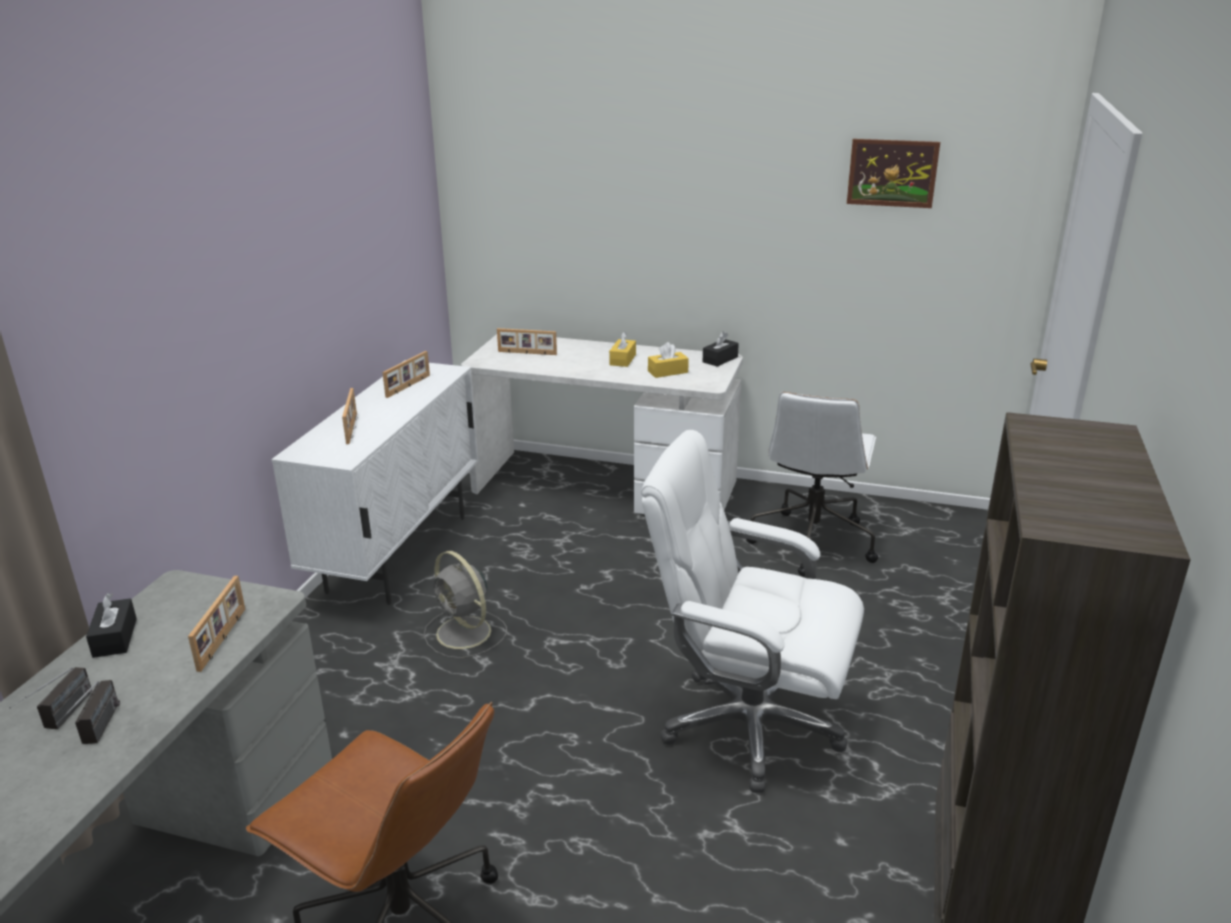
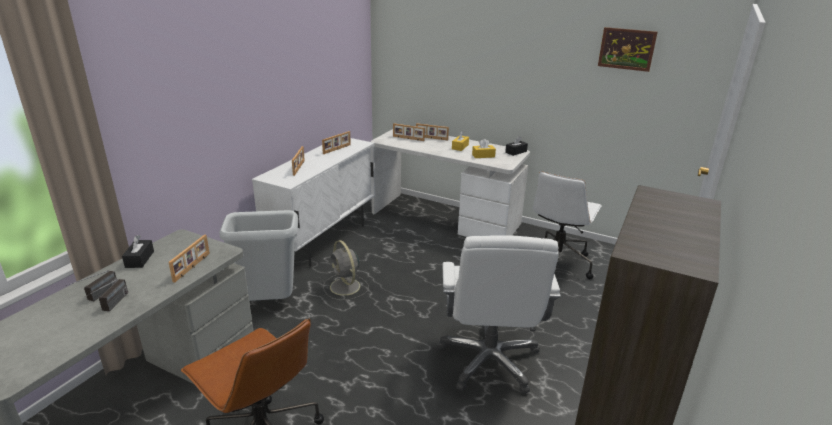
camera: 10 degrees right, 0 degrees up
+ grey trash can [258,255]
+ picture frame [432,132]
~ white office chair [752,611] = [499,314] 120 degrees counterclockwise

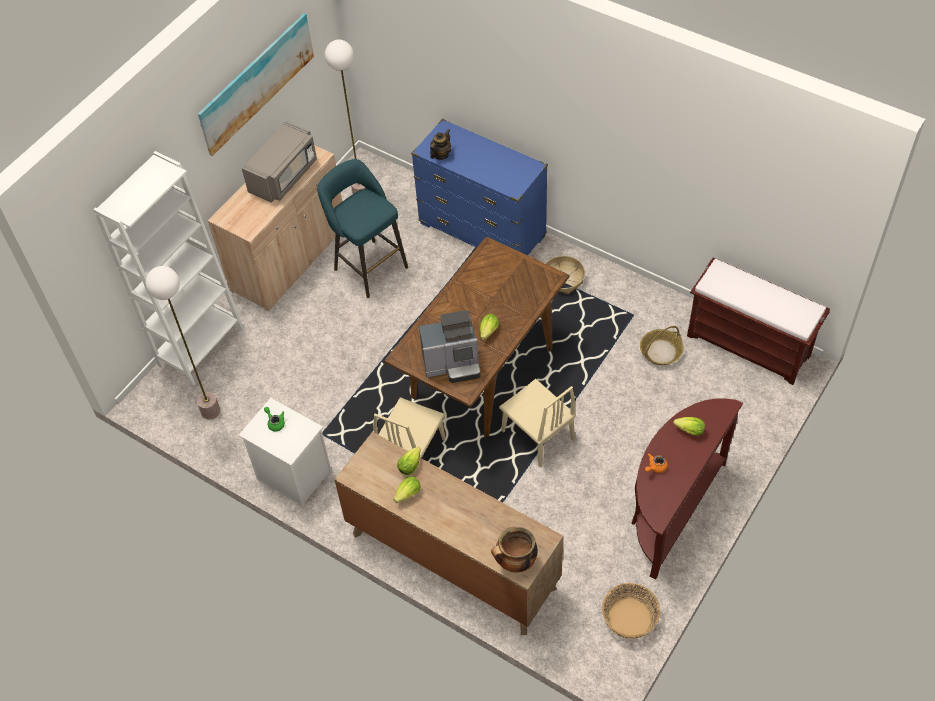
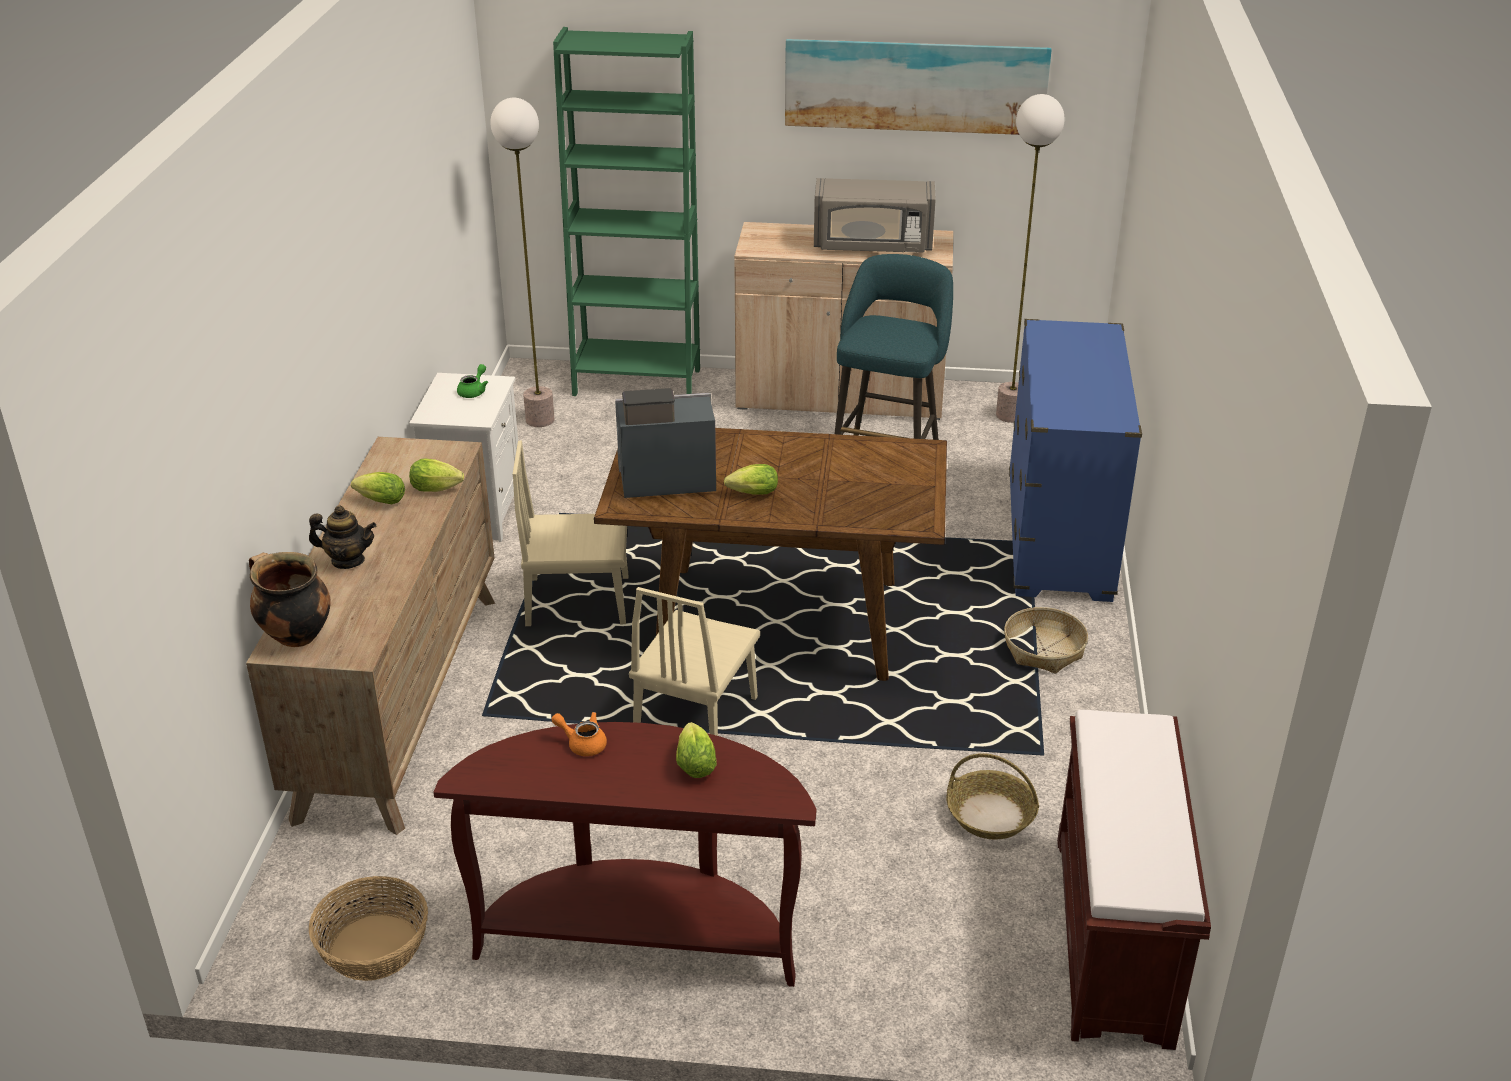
camera: 60 degrees right, 20 degrees down
~ teapot [440,144] to [343,537]
~ white bookcase [168,268] to green bookcase [626,211]
~ coffee machine [450,346] = [665,443] 120 degrees clockwise

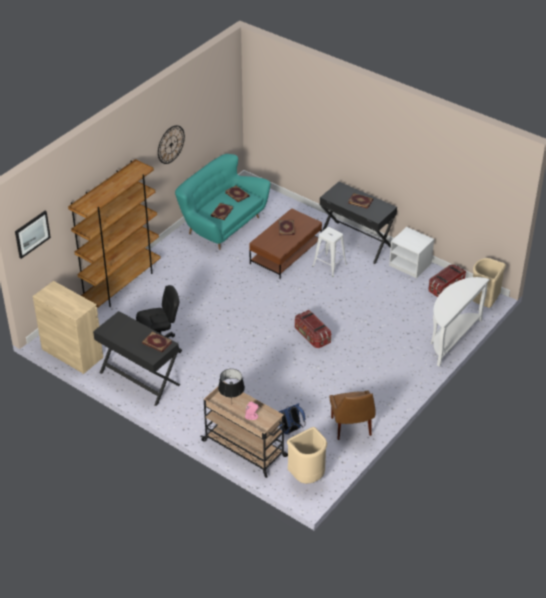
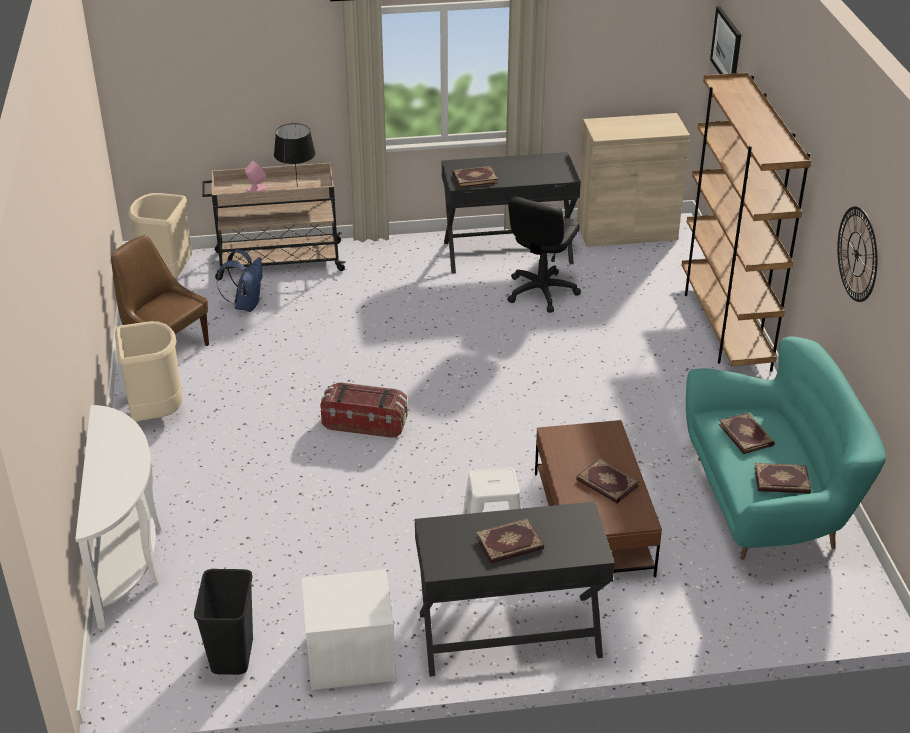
camera: 135 degrees right, 5 degrees down
~ beige trash can [489,283] to [149,371]
~ storage box [447,281] to black trash can [223,622]

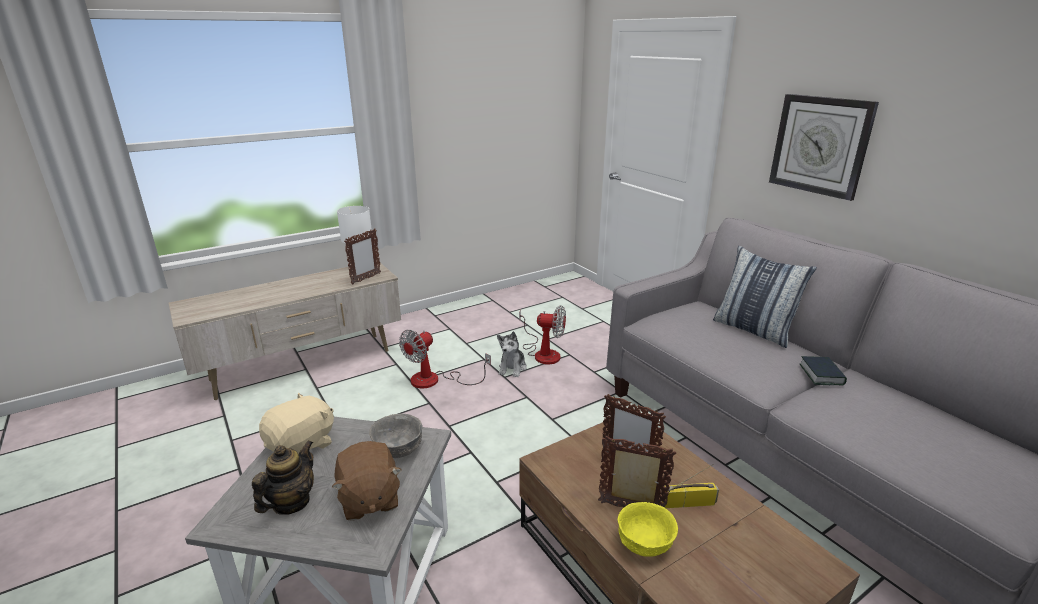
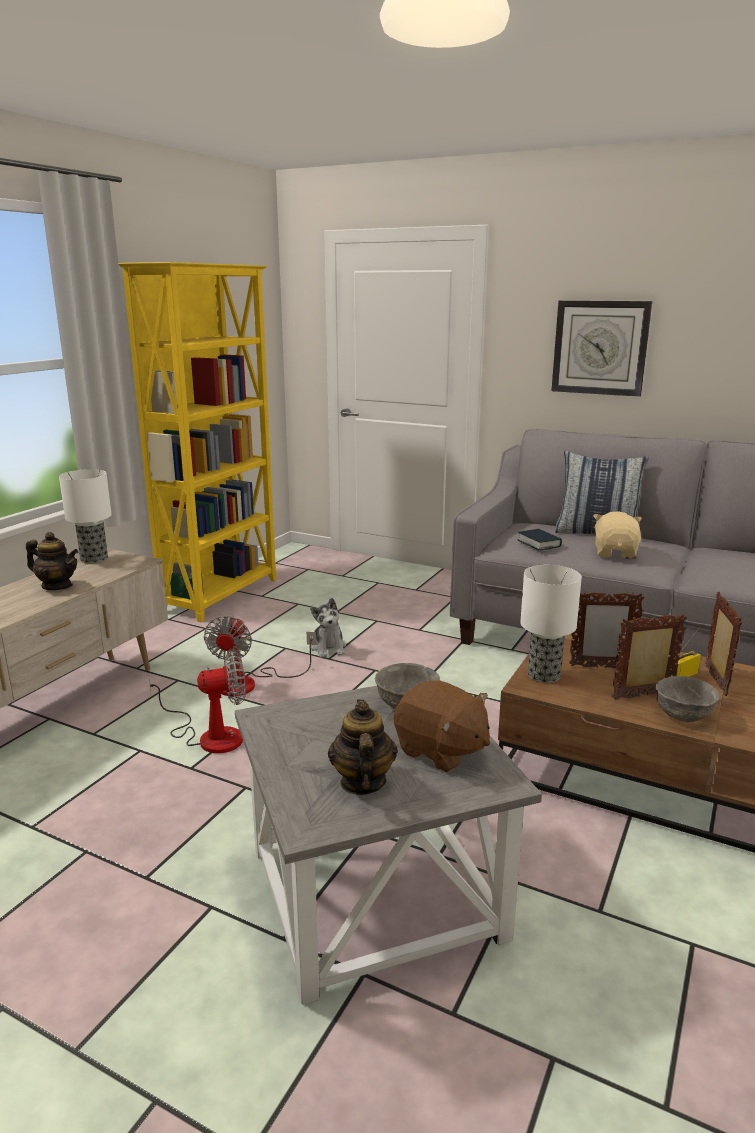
camera: 30 degrees left, 5 degrees down
+ teapot [52,561]
+ yellow bookcase [197,442]
+ table lamp [551,624]
~ beige plush toy [296,423] to [618,535]
~ picture frame [362,256] to [723,644]
~ fan [542,334] to [197,702]
~ book [823,371] to [540,540]
~ yellow bowl [648,529] to grey bowl [688,699]

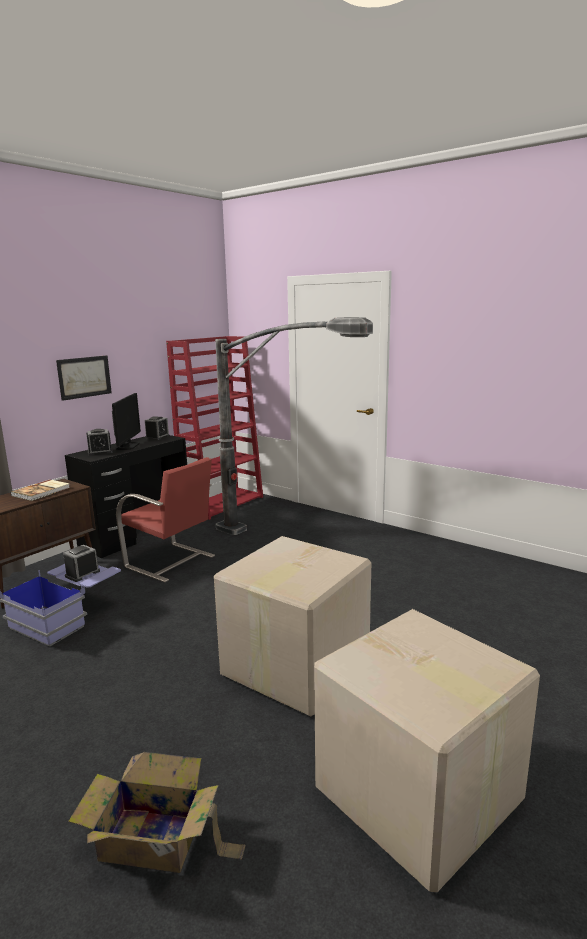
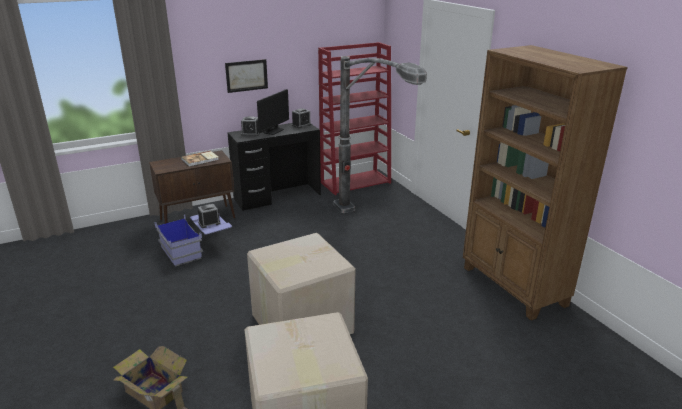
camera: 25 degrees right, 10 degrees up
- red chair [165,519]
+ brown bookcase [545,183]

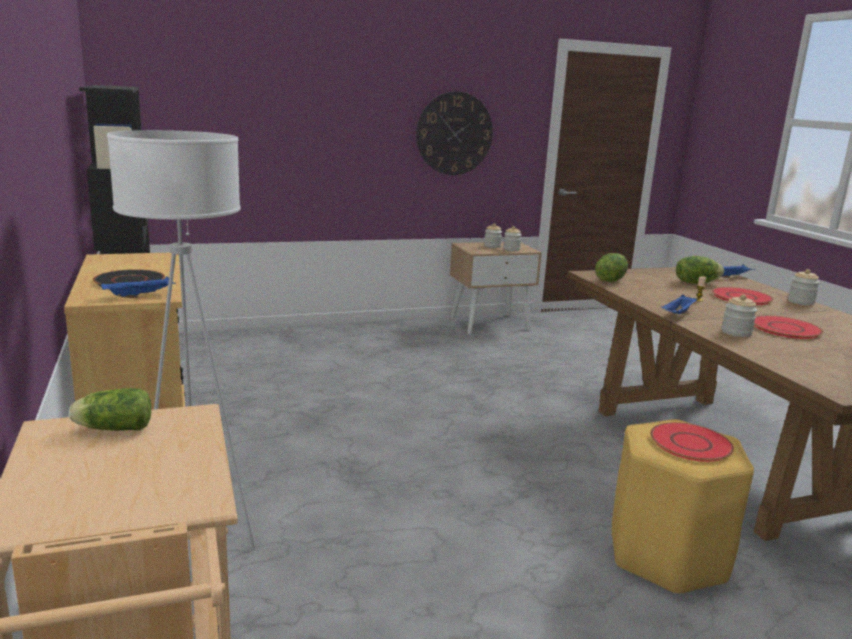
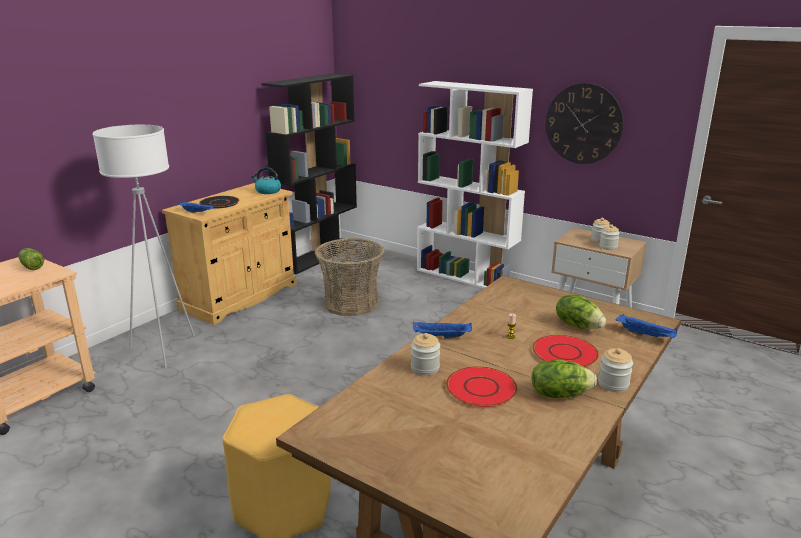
camera: 55 degrees right, 5 degrees up
- red plate [692,442]
+ kettle [266,180]
+ basket [350,277]
+ white bookcase [475,184]
~ lettuce [611,267] to [564,379]

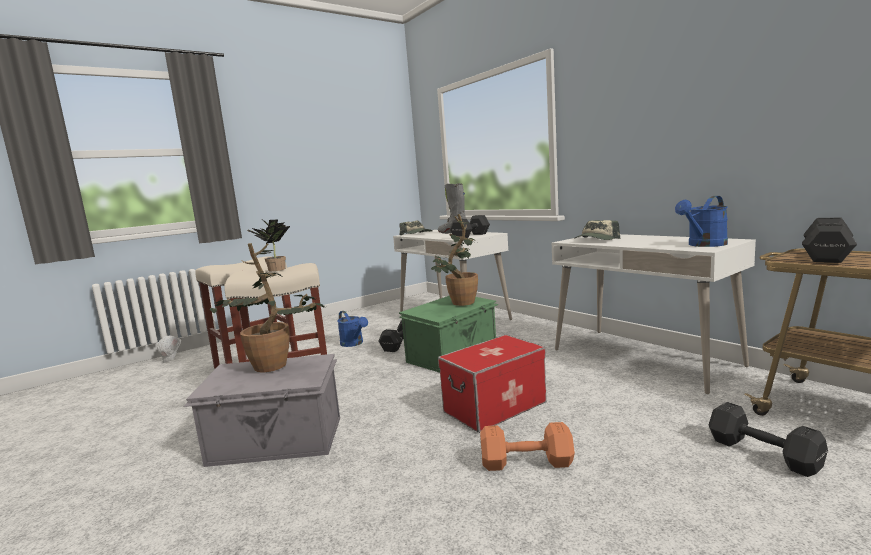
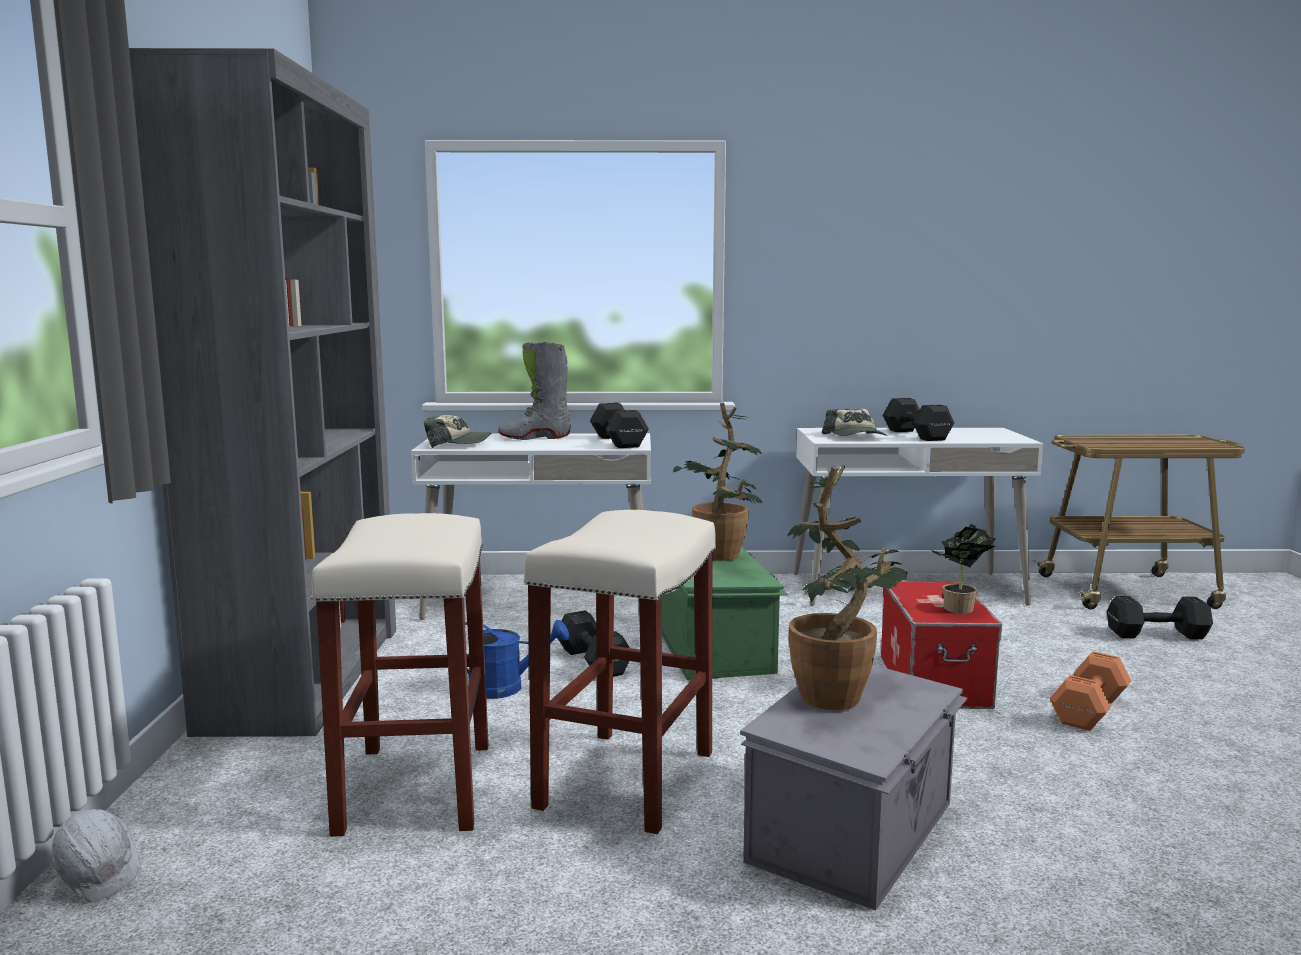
camera: 55 degrees left, 0 degrees up
- blue watering can [701,221]
+ grey bookcase [262,392]
~ potted plant [268,245] to [962,569]
~ black dumbbell [829,240] to [918,419]

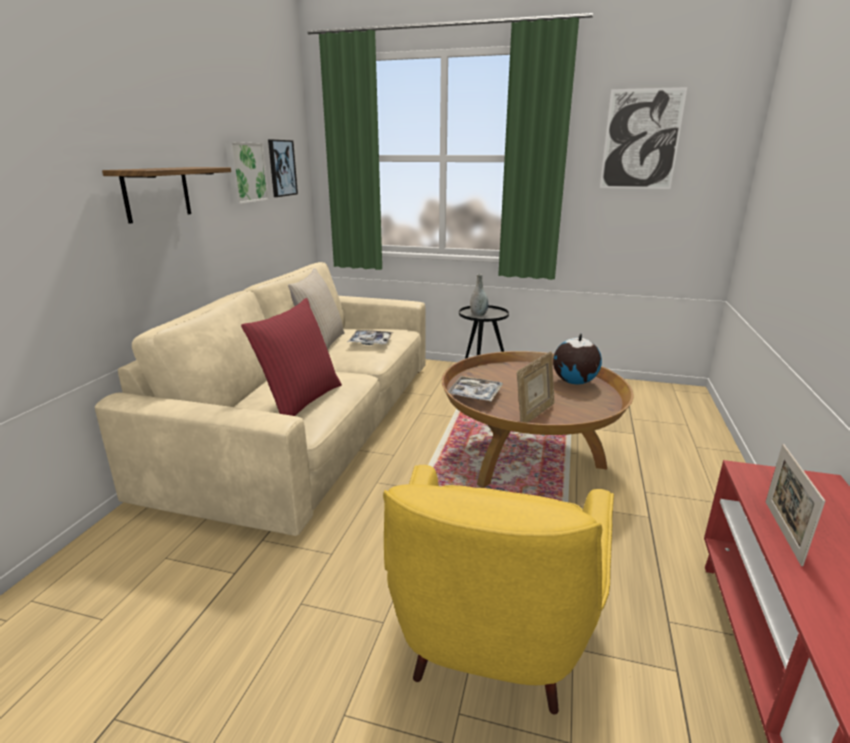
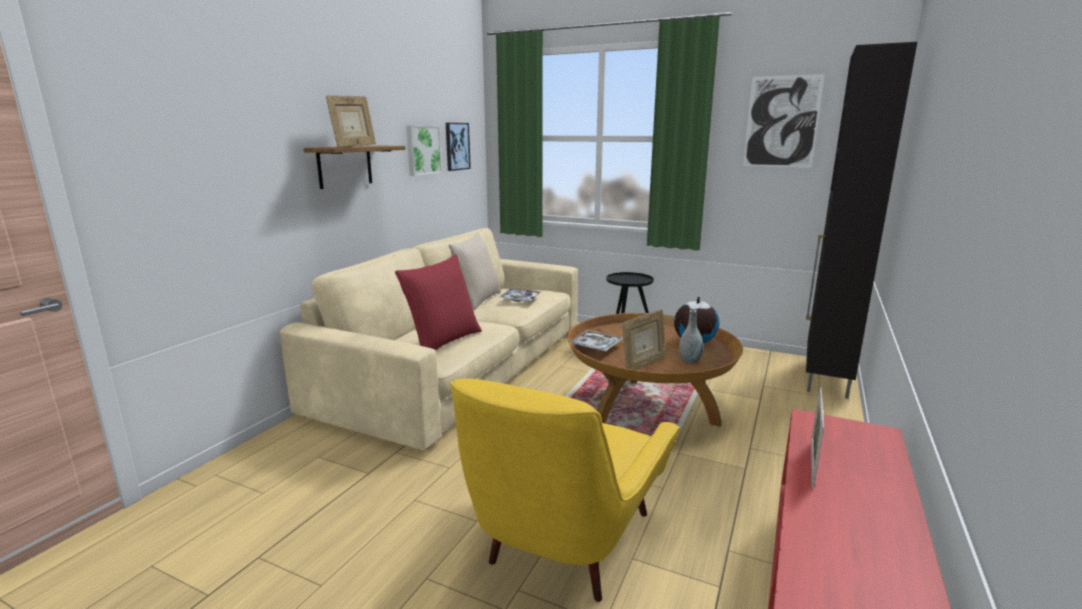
camera: 10 degrees right, 5 degrees down
+ picture frame [351,121]
+ black cabinet [861,220]
~ grey vase [479,295] to [691,336]

